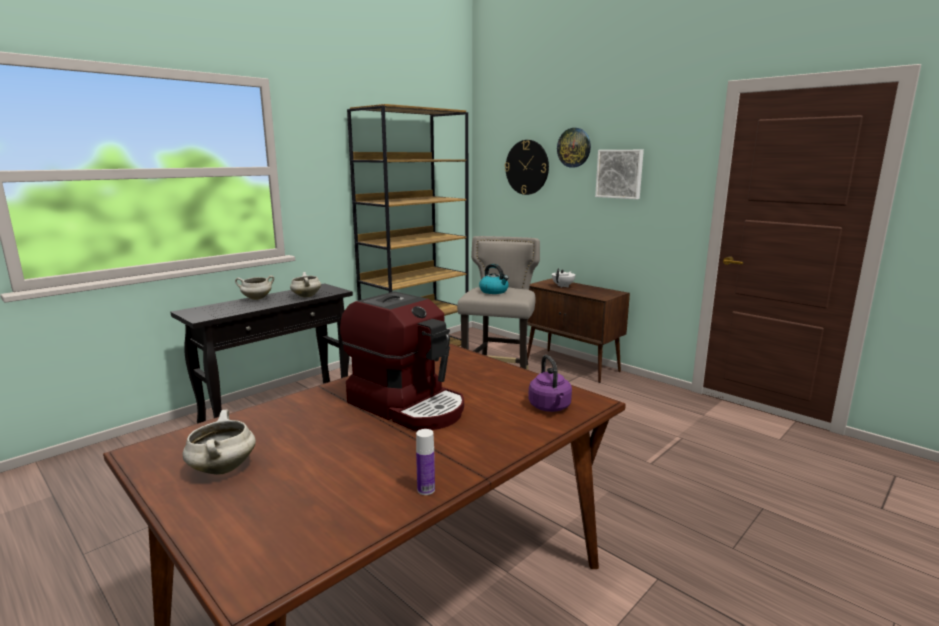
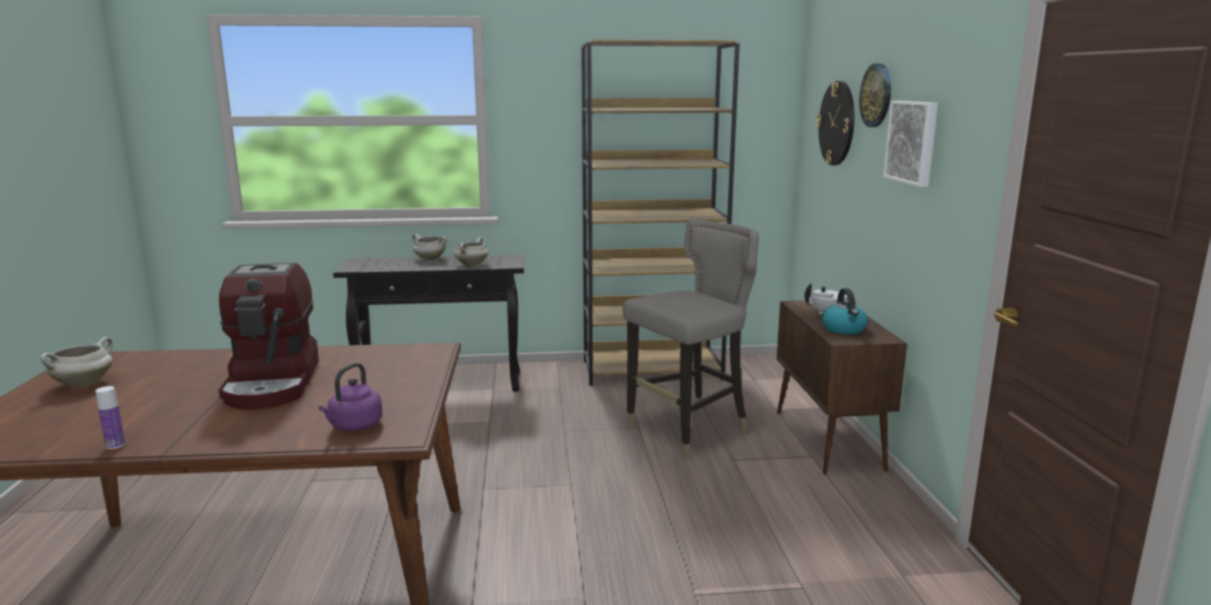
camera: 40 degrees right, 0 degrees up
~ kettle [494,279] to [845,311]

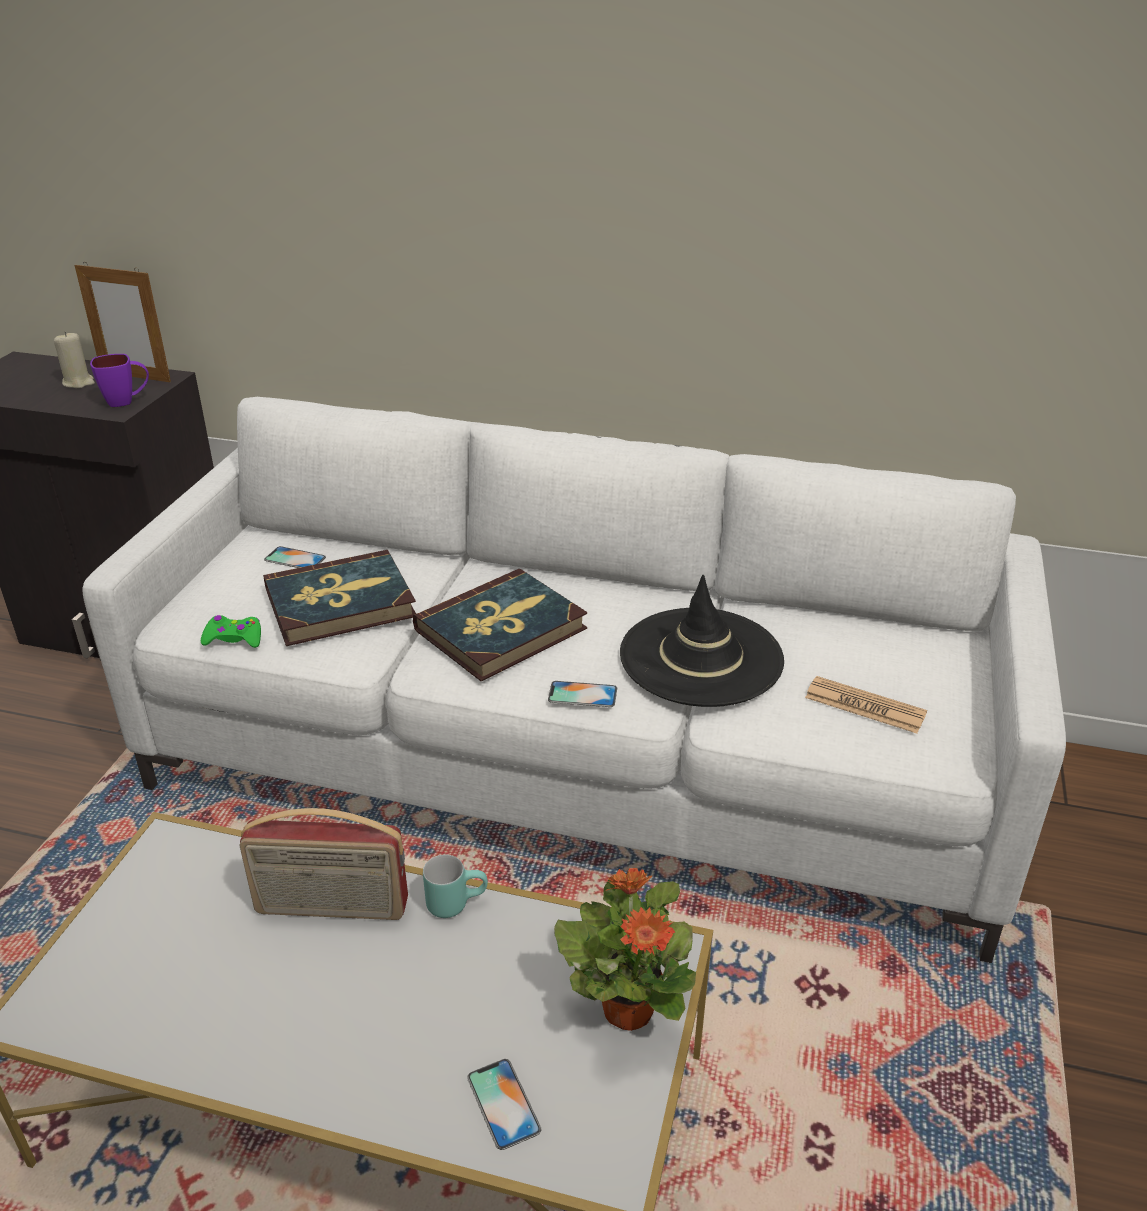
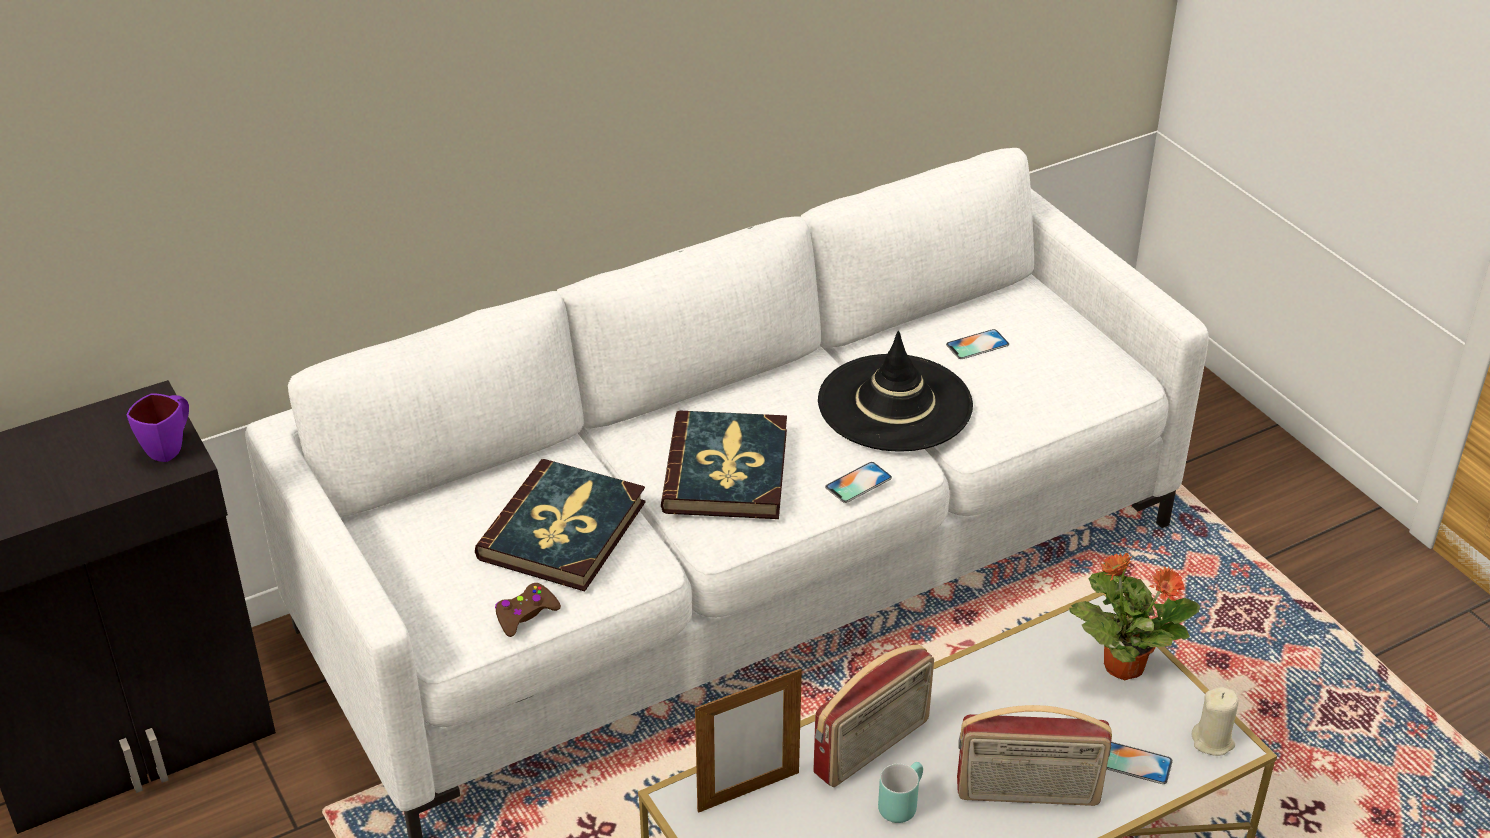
camera: 45 degrees left, 5 degrees up
- newspaper [866,704]
+ radio [1034,755]
~ beige candle [74,359] to [1215,721]
~ picture frame [123,322] to [748,740]
~ phone [295,557] to [977,344]
~ turquoise mug [455,886] to [900,792]
~ green game controller [231,631] to brown game controller [528,610]

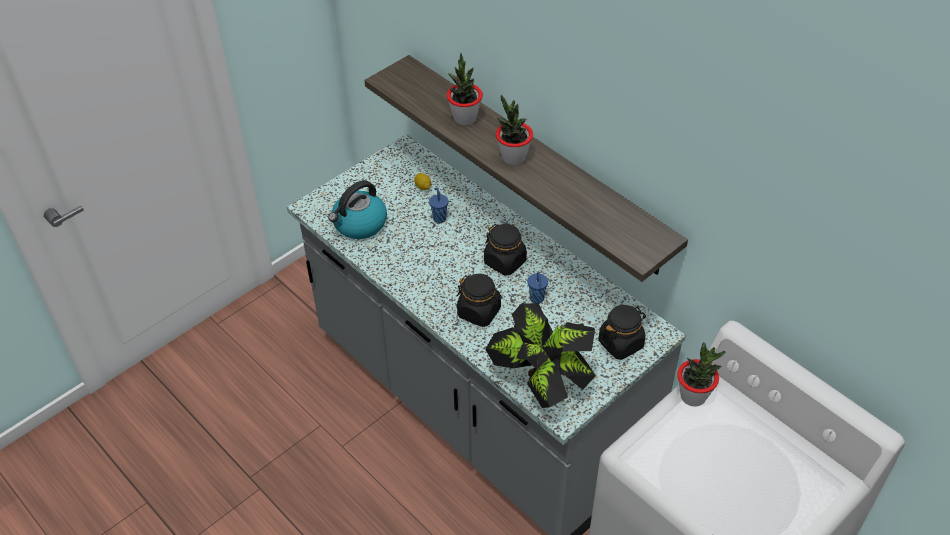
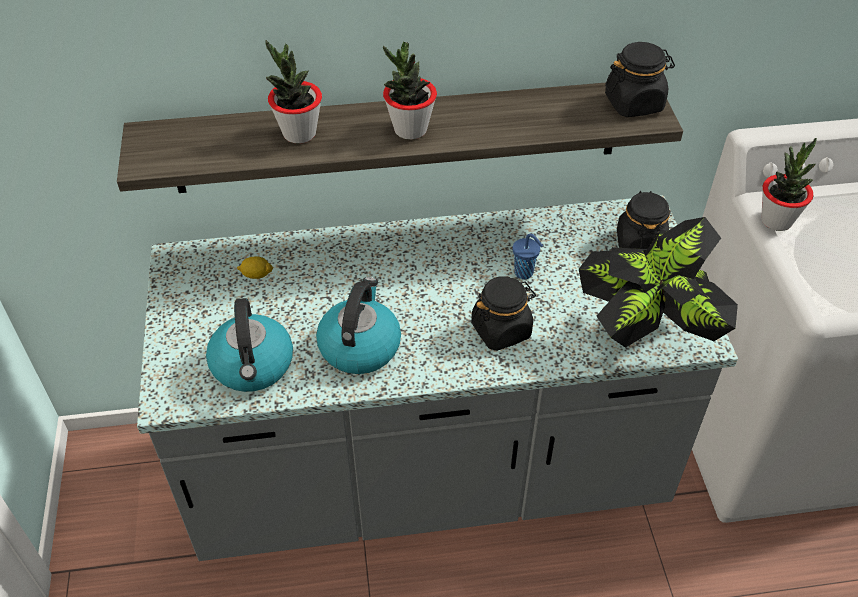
camera: 55 degrees left, 0 degrees up
- blue cup [438,205]
+ kettle [358,325]
~ black jar [505,250] to [640,79]

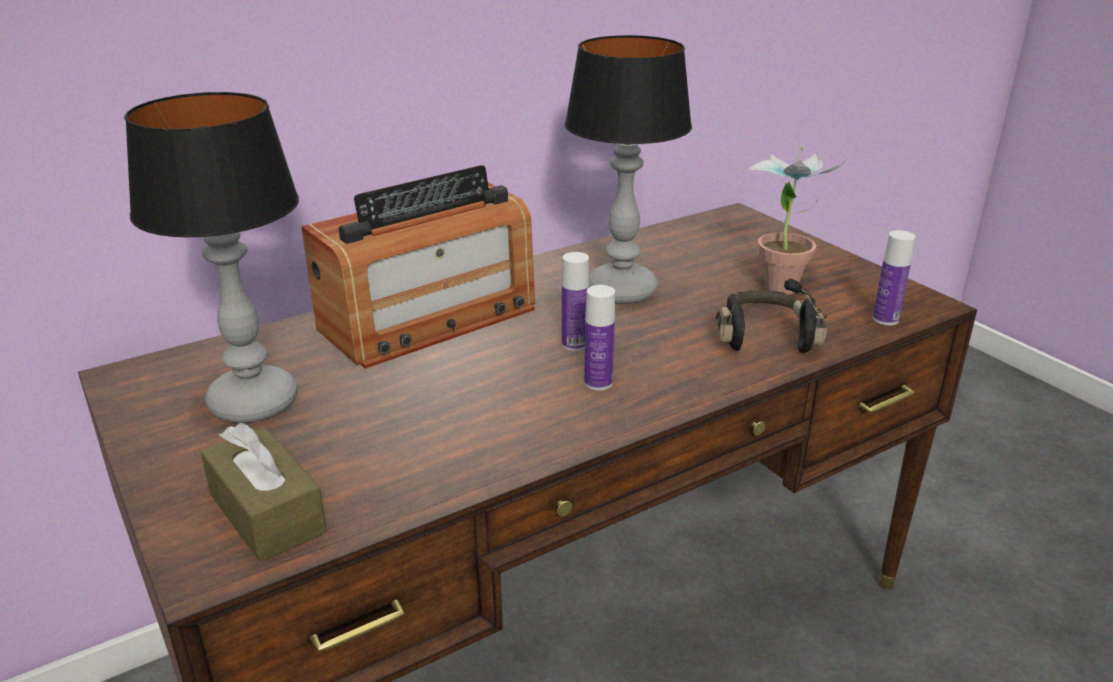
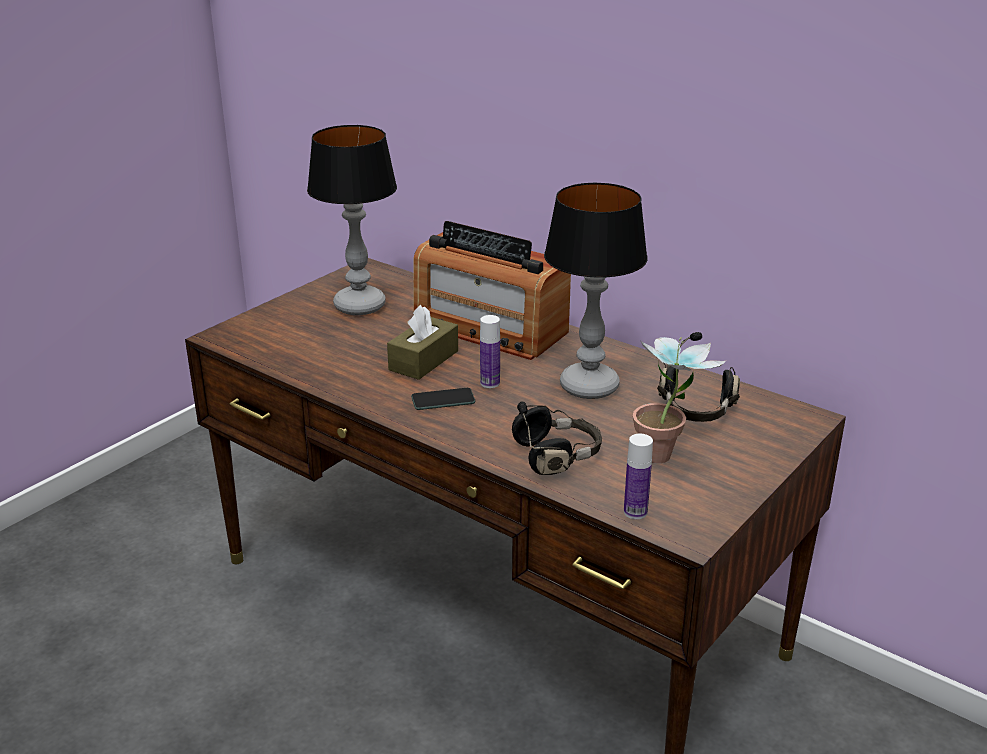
camera: 70 degrees right, 0 degrees up
+ black headphones [698,377]
~ brown tissue box [264,492] to [422,342]
~ bottle [599,338] to phone [443,399]

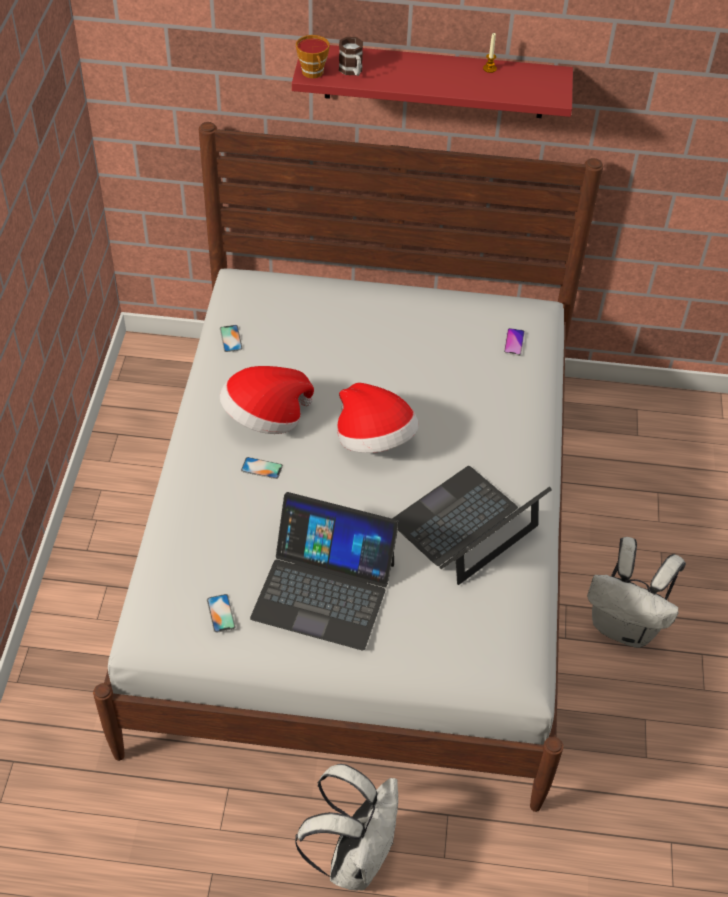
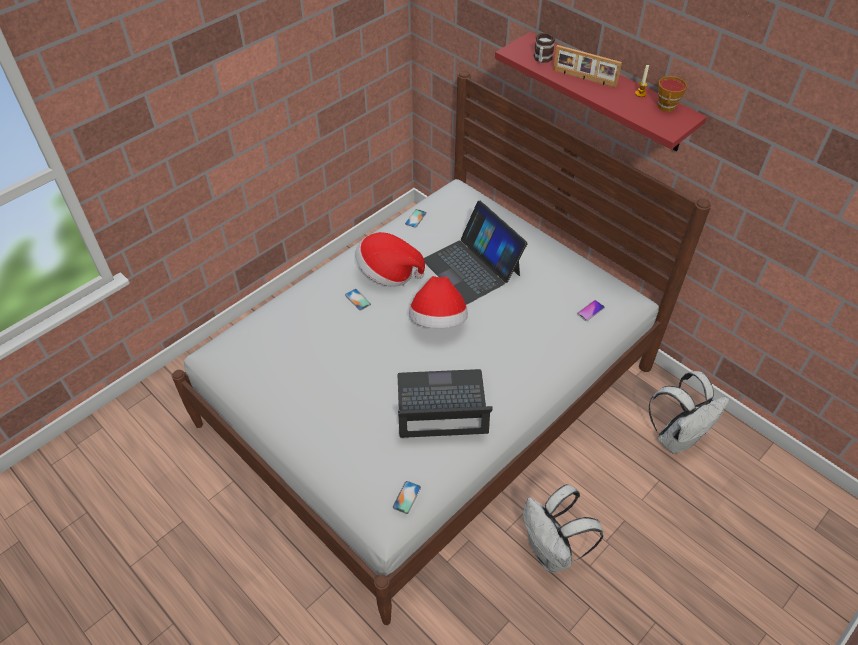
camera: 40 degrees right, 0 degrees up
+ picture frame [587,66]
~ phone [221,613] to [407,497]
~ laptop [324,571] to [476,253]
~ white backpack [346,827] to [689,412]
~ cup [313,56] to [672,94]

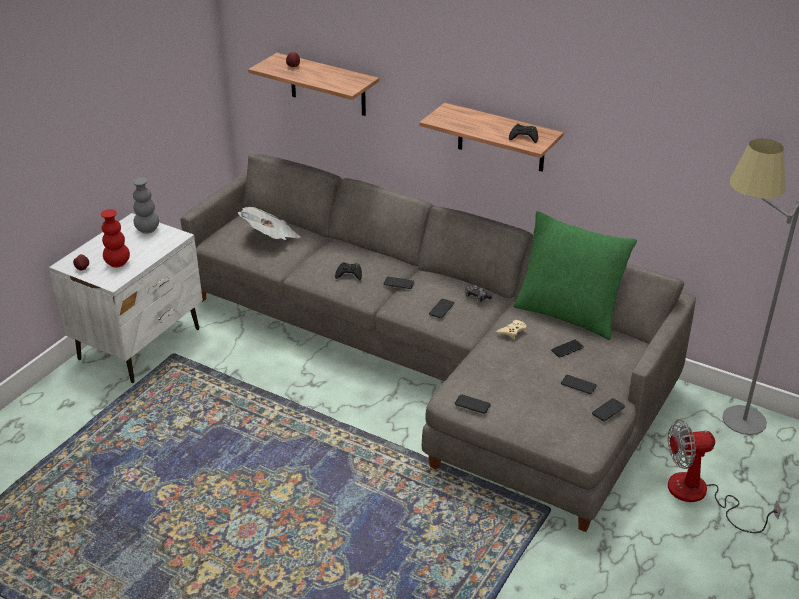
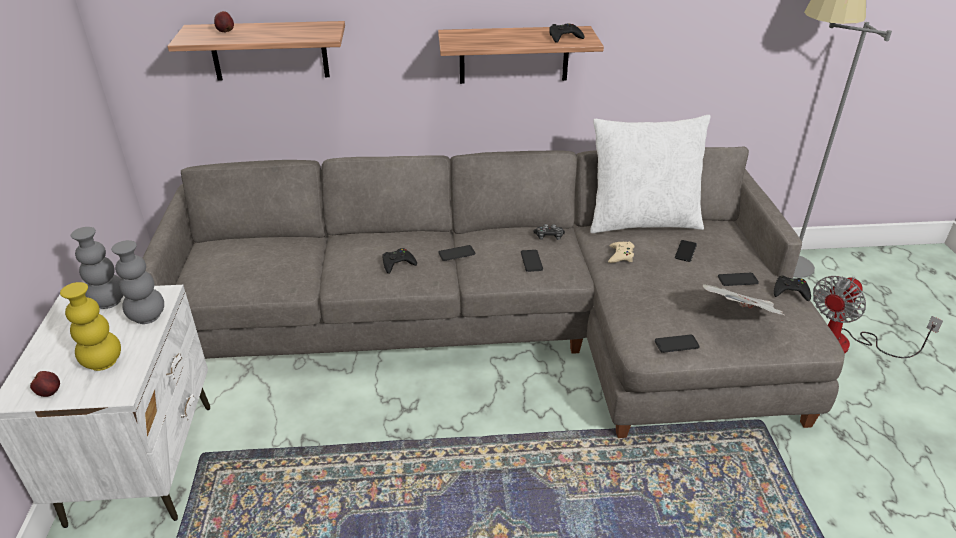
camera: 35 degrees left, 0 degrees up
+ grey vase [137,282]
~ newspaper [269,223] to [744,300]
~ phone [608,409] to black game controller [792,288]
~ red vase [115,238] to yellow vase [90,326]
~ green pillow [575,275] to white pillow [650,174]

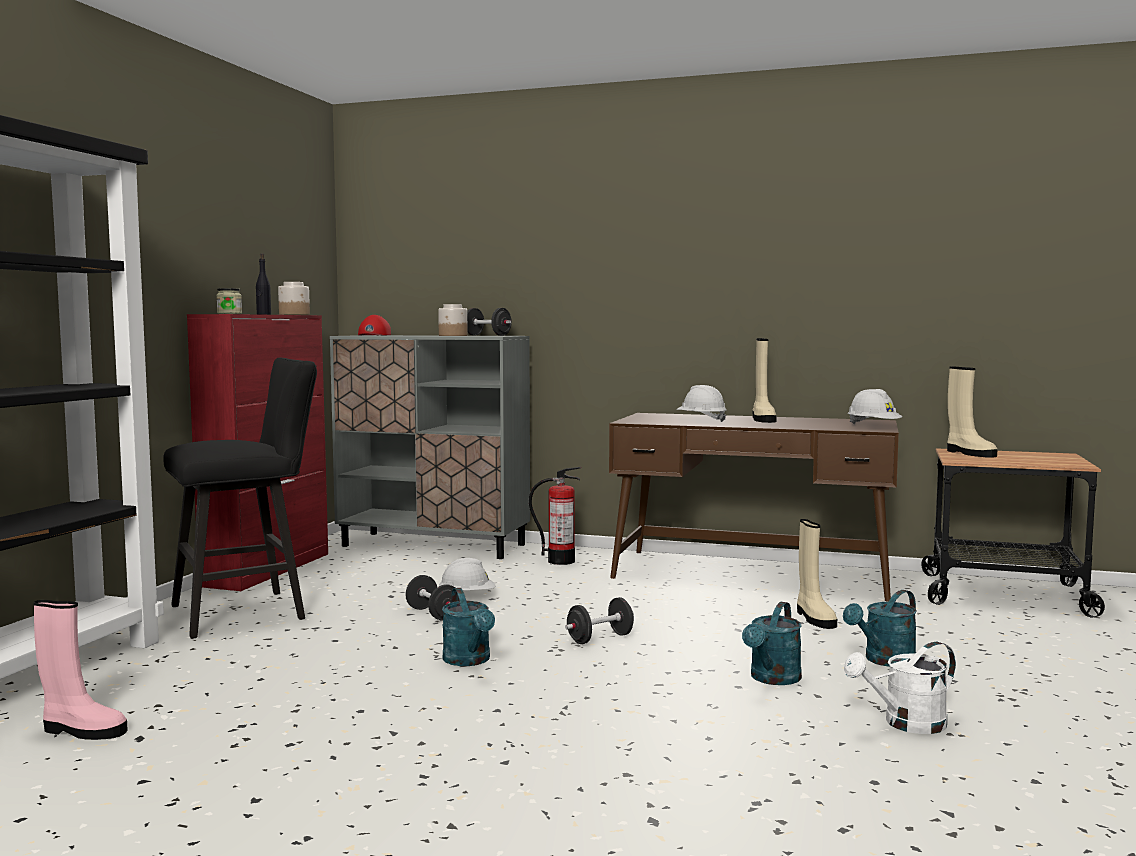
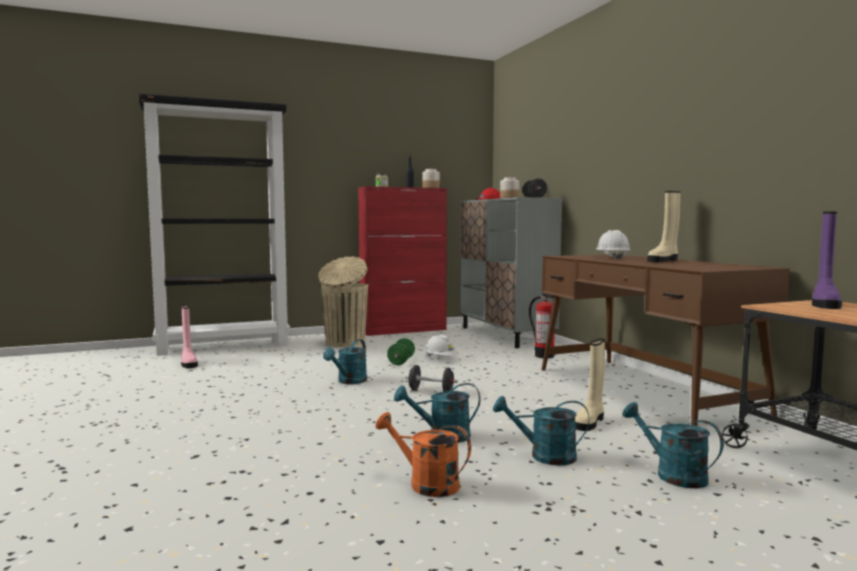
camera: 50 degrees right, 0 degrees up
- white hard hat [875,406]
+ turquoise watering can [673,445]
~ black stool [240,498] to beige trash can [343,301]
~ black dumbbell [432,598] to green dumbbell [401,351]
~ white watering can [900,687] to orange watering can [423,454]
~ beige boot [972,412] to purple boot [827,260]

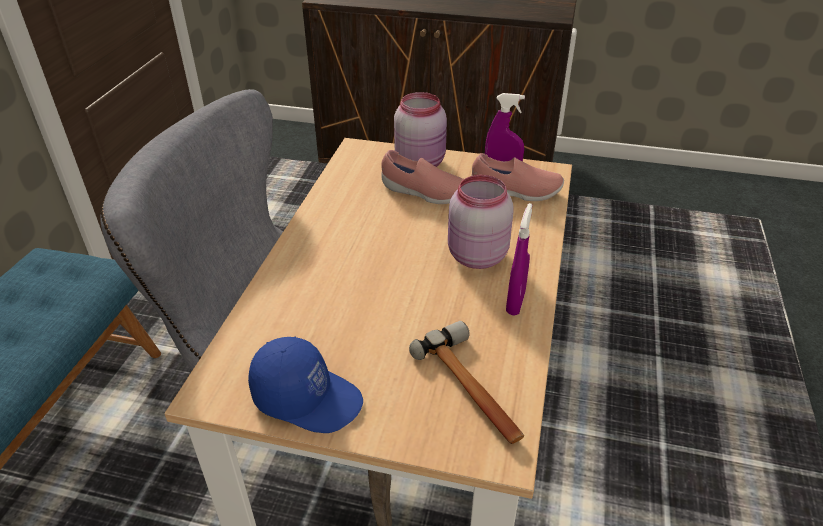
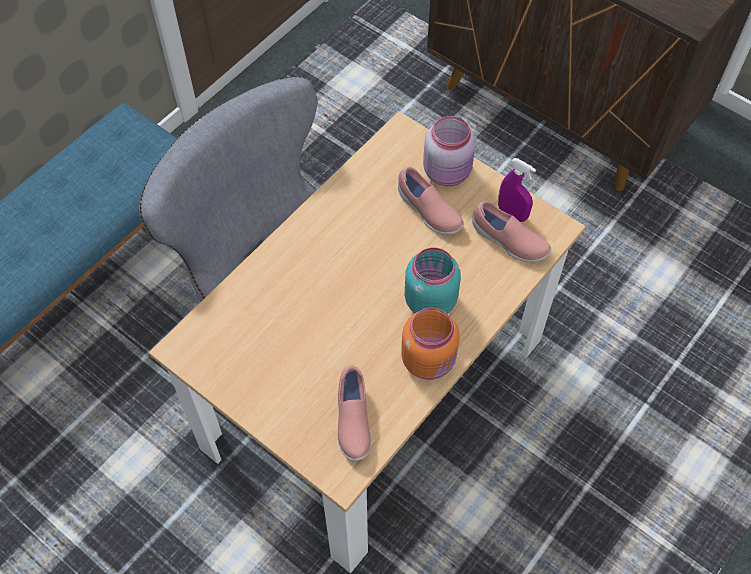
camera: 25 degrees right, 20 degrees up
- blue cap [305,384]
~ hammer [466,382] to pink shoe [354,413]
~ purple spray bottle [519,259] to orange jar [430,344]
~ pink jar [480,222] to turquoise jar [433,281]

